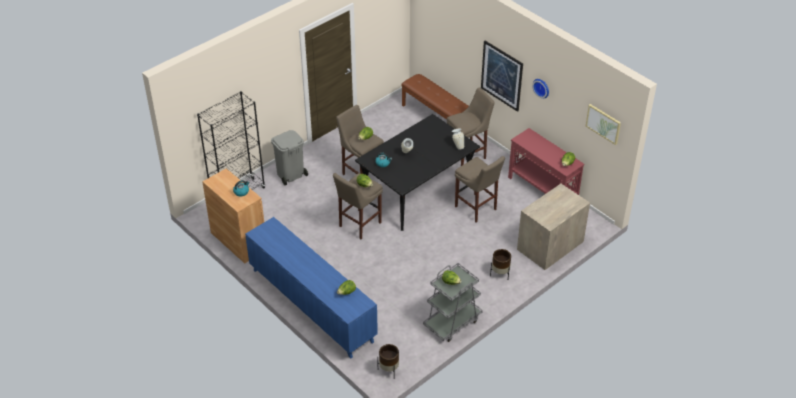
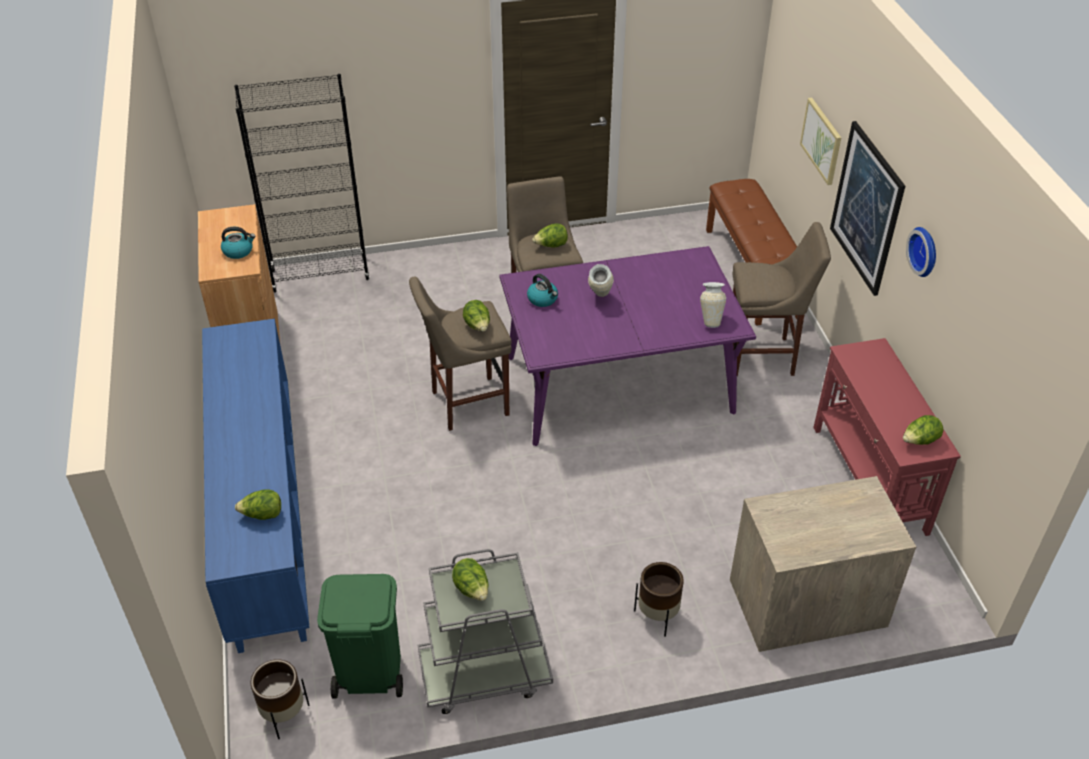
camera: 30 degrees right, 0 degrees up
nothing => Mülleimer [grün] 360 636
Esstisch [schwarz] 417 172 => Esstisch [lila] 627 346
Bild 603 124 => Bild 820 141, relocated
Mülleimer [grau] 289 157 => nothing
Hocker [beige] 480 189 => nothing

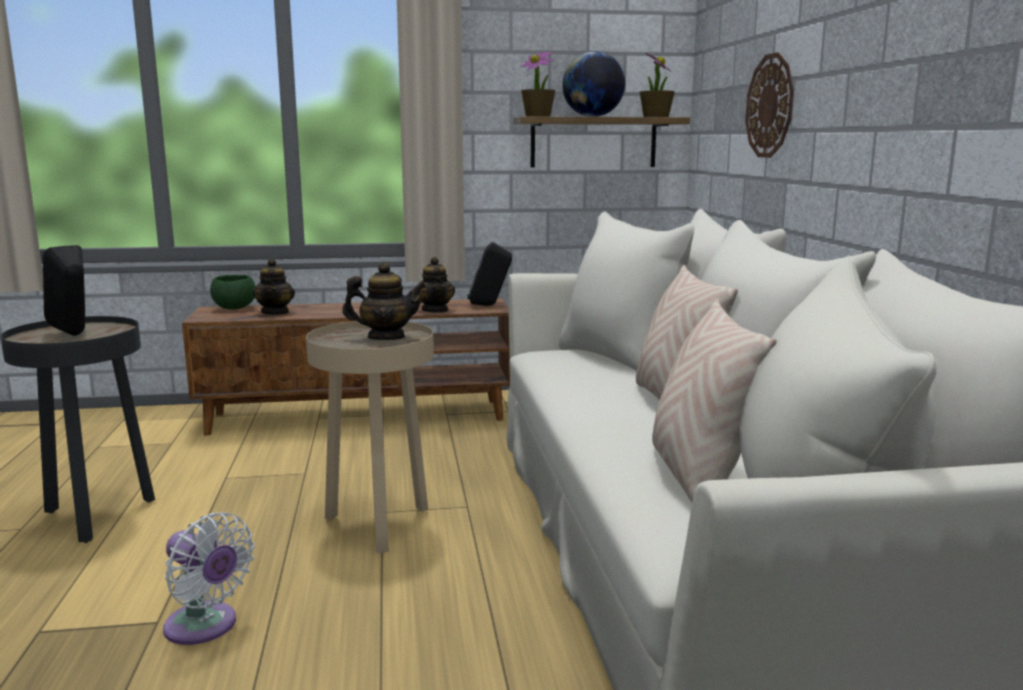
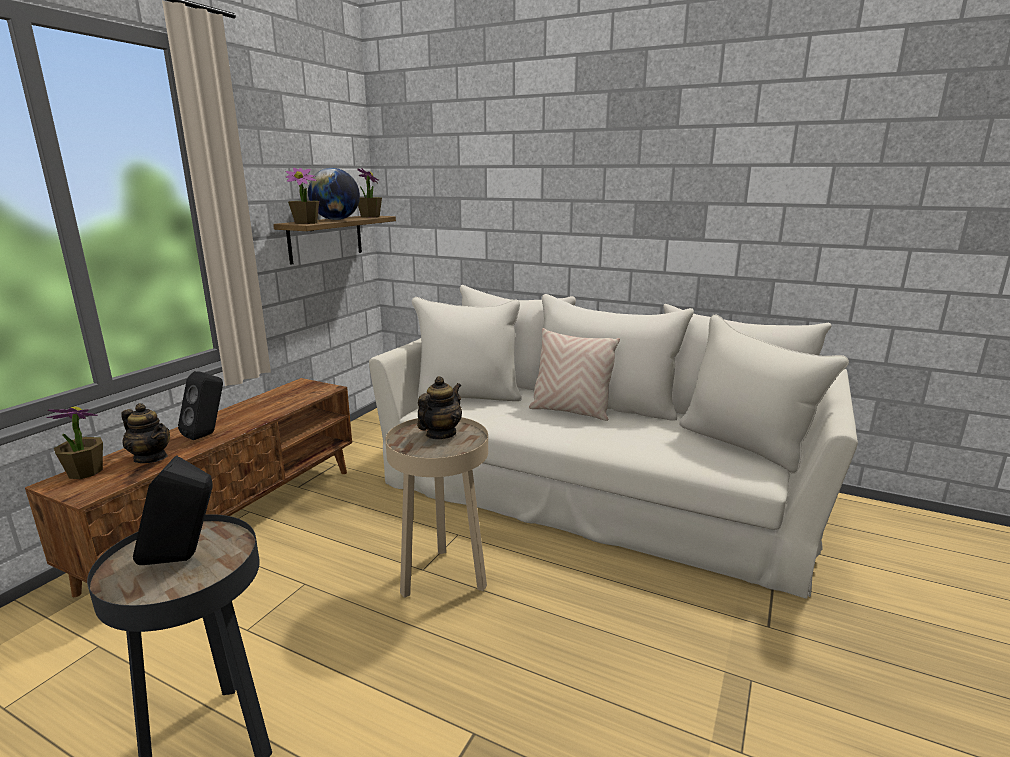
camera: 55 degrees left, 5 degrees up
Schüssel [grün] 233 292 => Topfpflanze 74 442
Lautsprecher [schwarz] 490 274 => Lautsprecher [schwarz] 200 405, relocated
Ventilator [weiß] 209 579 => nothing
Teekanne 436 285 => nothing
Kissen [beige] 714 400 => nothing
Wanduhr 769 105 => nothing

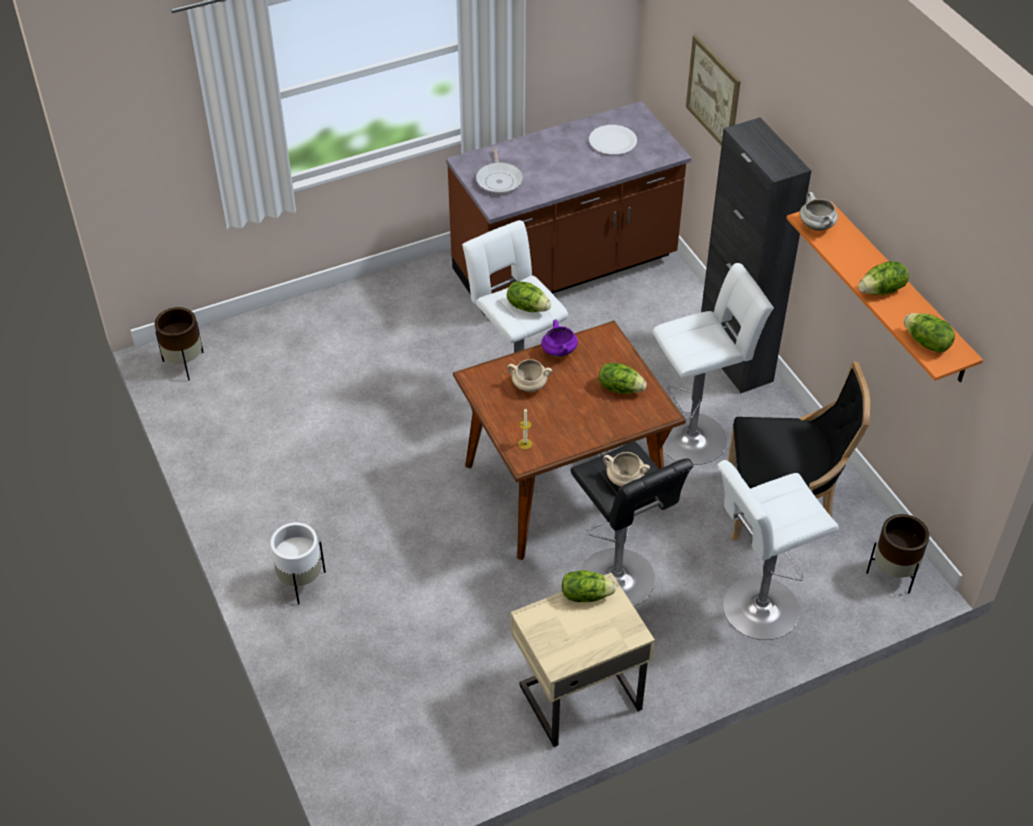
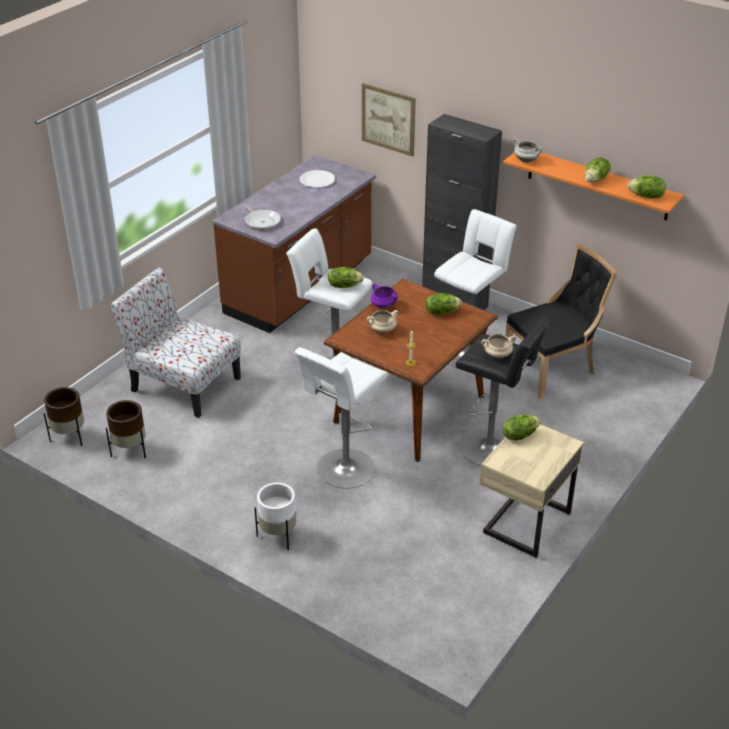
camera: 30 degrees left, 10 degrees down
Pflanzkübel [braun] 897 553 => Pflanzkübel [braun] 126 429, relocated
nothing => Stuhl 175 342
Hocker [weiß] 778 550 => Hocker [weiß] 341 417, relocated

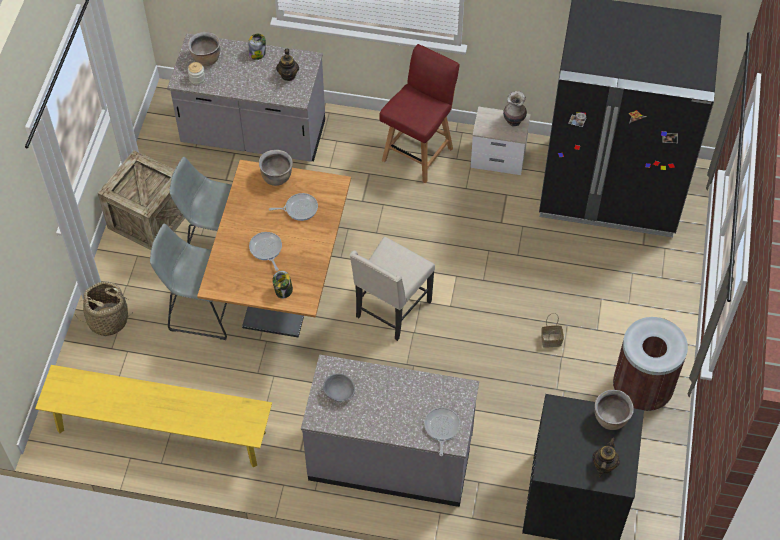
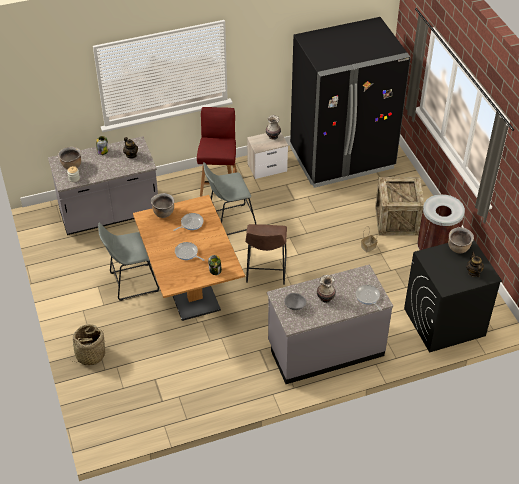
camera: 30 degrees left, 10 degrees down
Hocker [grau] 188 281 => Hocker [grau] 229 198, relocated
Stuhl [beige] 392 289 => Hocker [braun] 266 254
nothing => Vase 326 289
Kiste 141 200 => Kiste 399 206, relocated
Bank [gelb] 153 416 => nothing

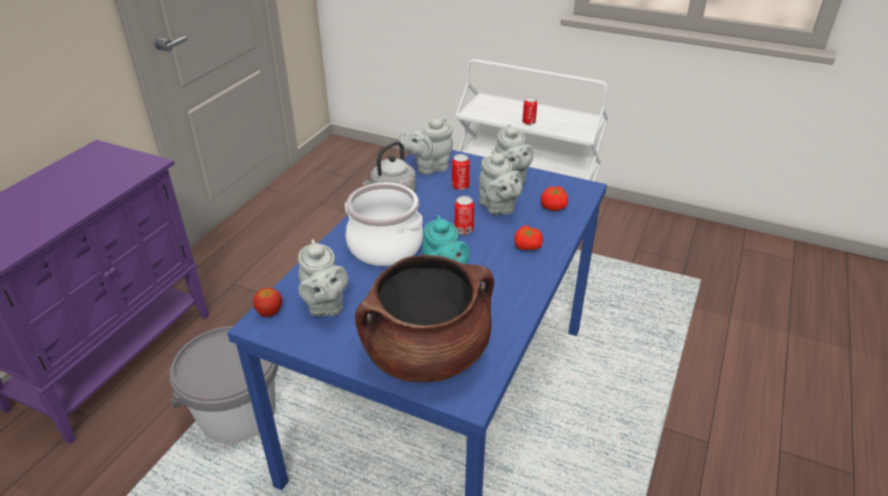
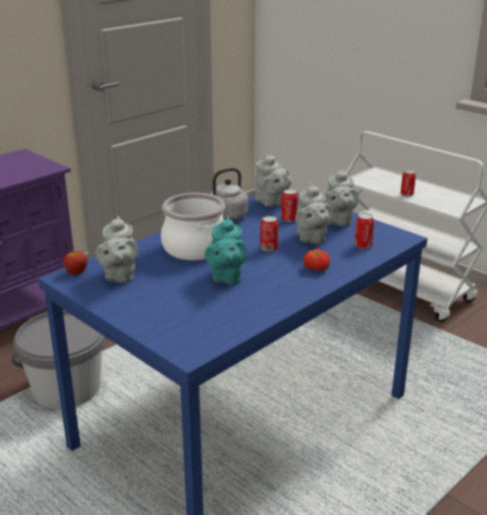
camera: 20 degrees right, 10 degrees down
Teekanne [grau] 426 146 => Teekanne [grau] 273 180, 120 degrees counterclockwise
Tomate 554 198 => Dose 364 231
Kochtopf [braun] 424 318 => nothing

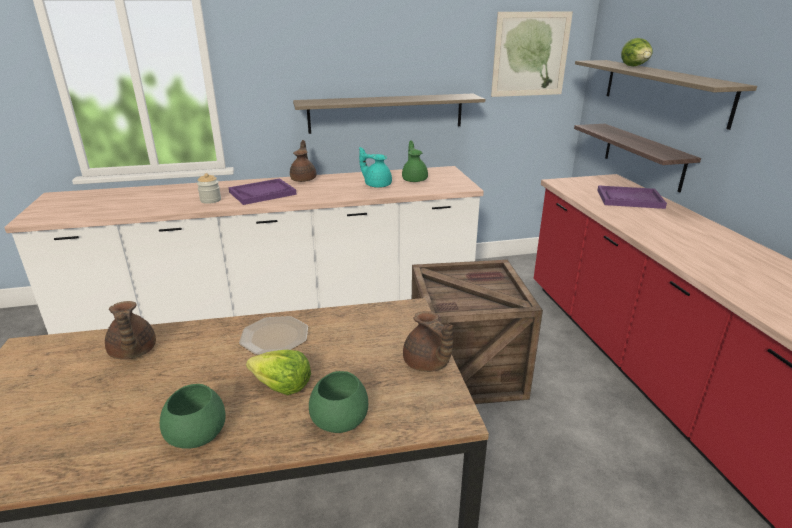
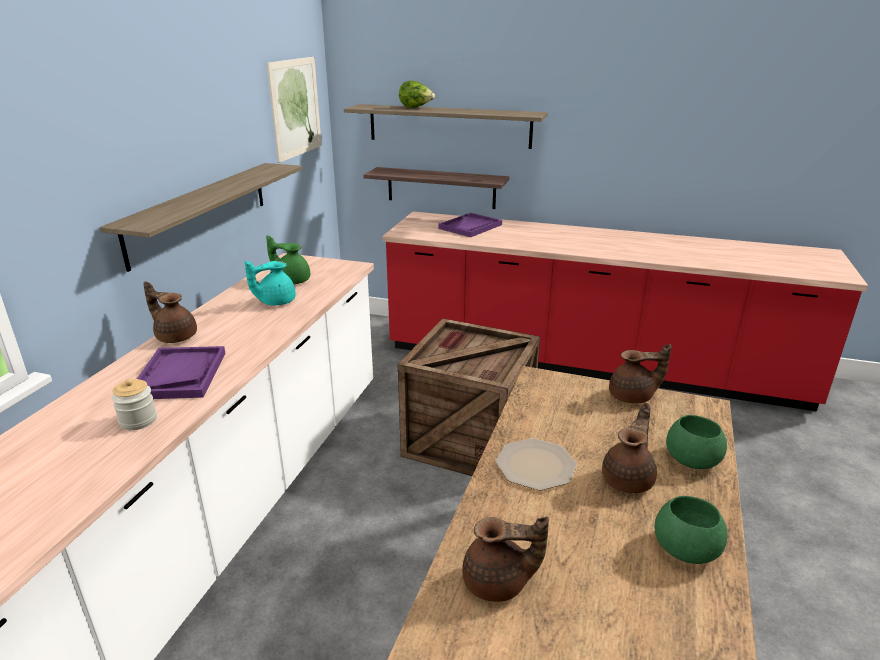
camera: 60 degrees left, 0 degrees up
Salatkopf 278 372 => Teekanne [braun] 629 447

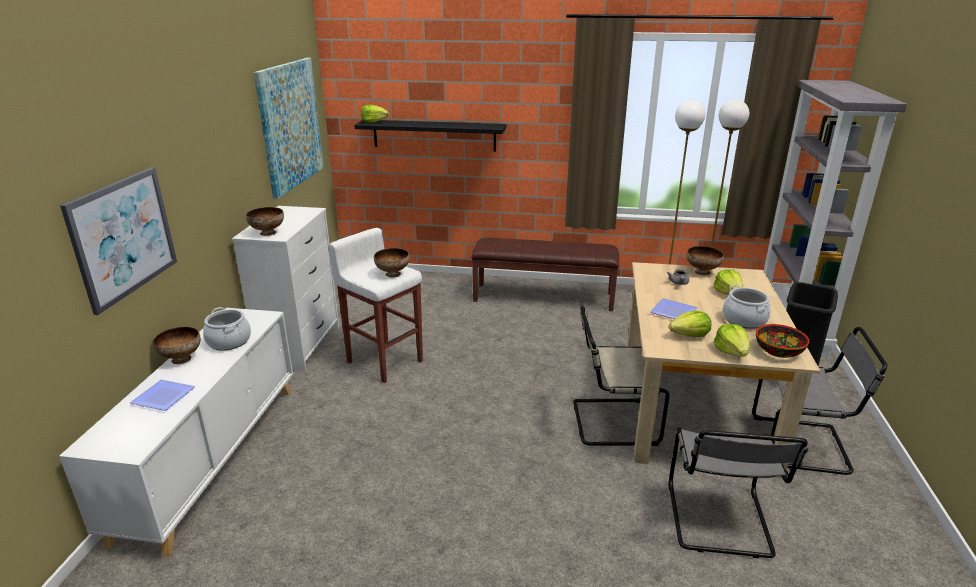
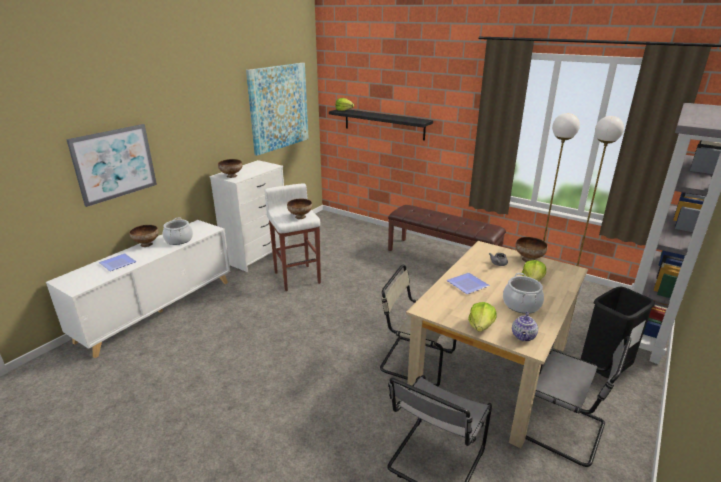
camera: 25 degrees right, 0 degrees up
Schüssel 782 341 => Teekanne 525 326
Salatkopf 690 324 => nothing

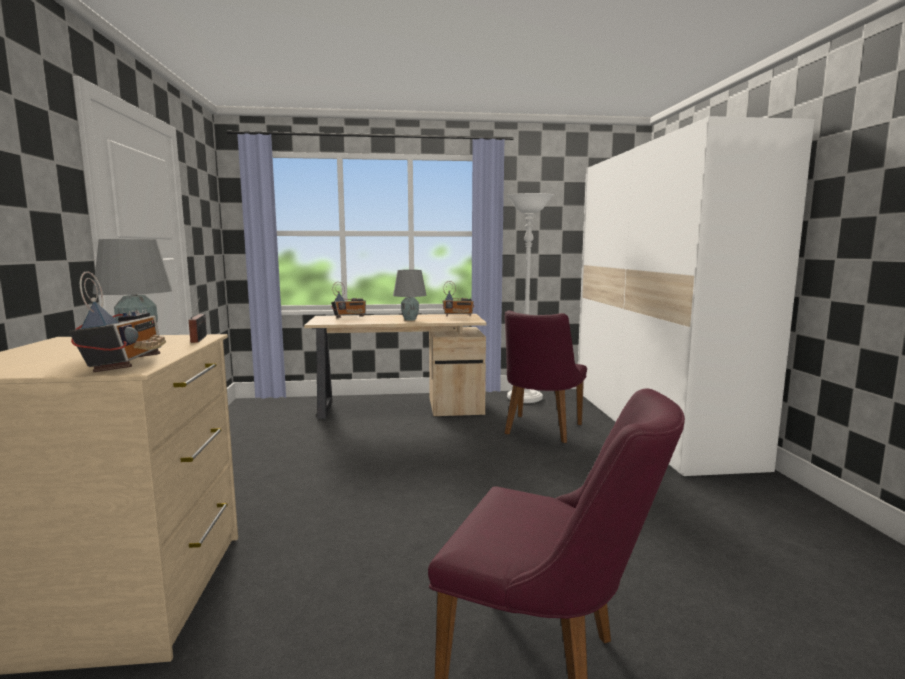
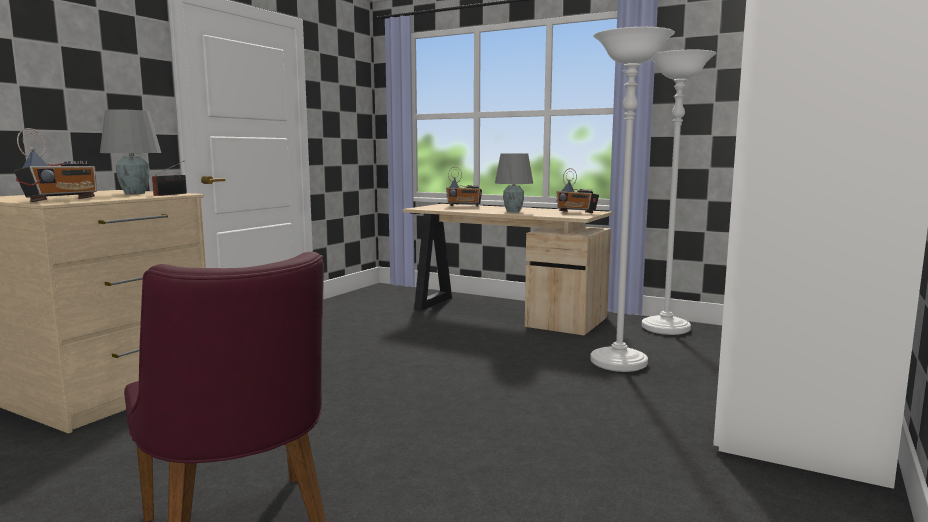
camera: 35 degrees right, 0 degrees up
Stuhl [lila] 546 376 => Stehlampe [weiß] 632 199

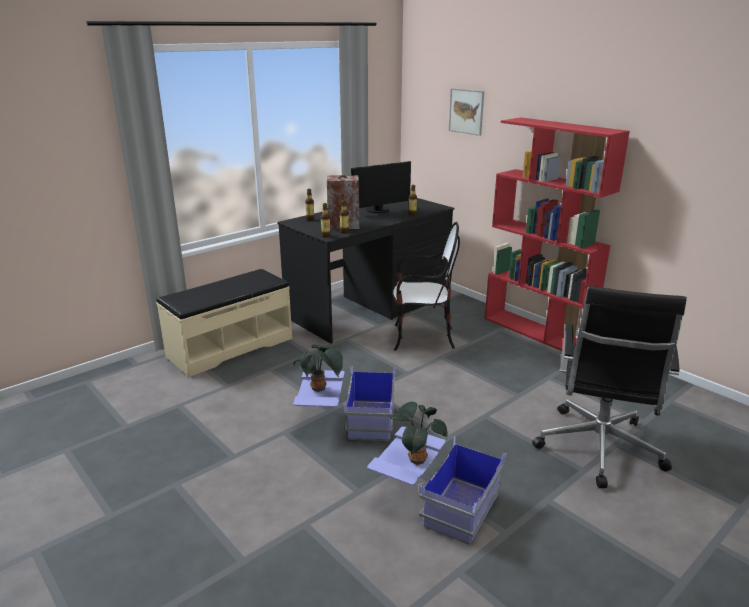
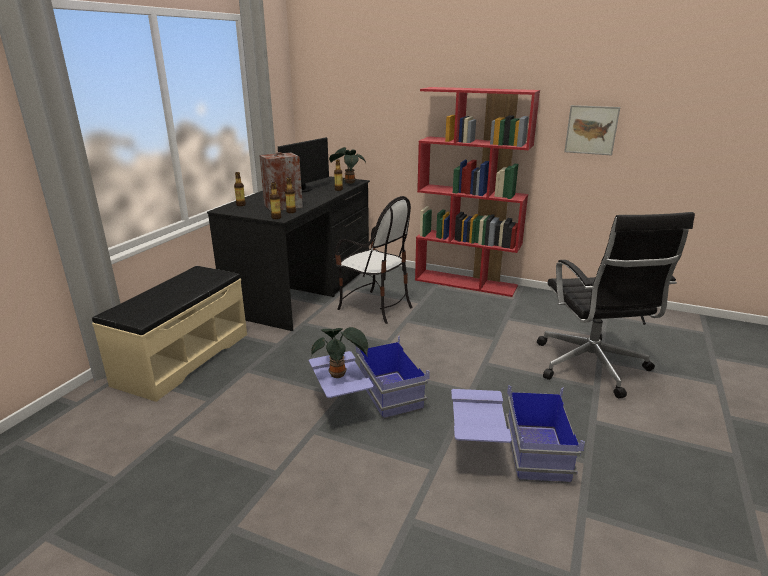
camera: 25 degrees left, 0 degrees up
Topfpflanze 418 434 => Topfpflanze 347 165, relocated
Stuhl 426 286 => Stuhl 374 260, 60 degrees clockwise
Bild 466 112 => Bild 592 130, relocated

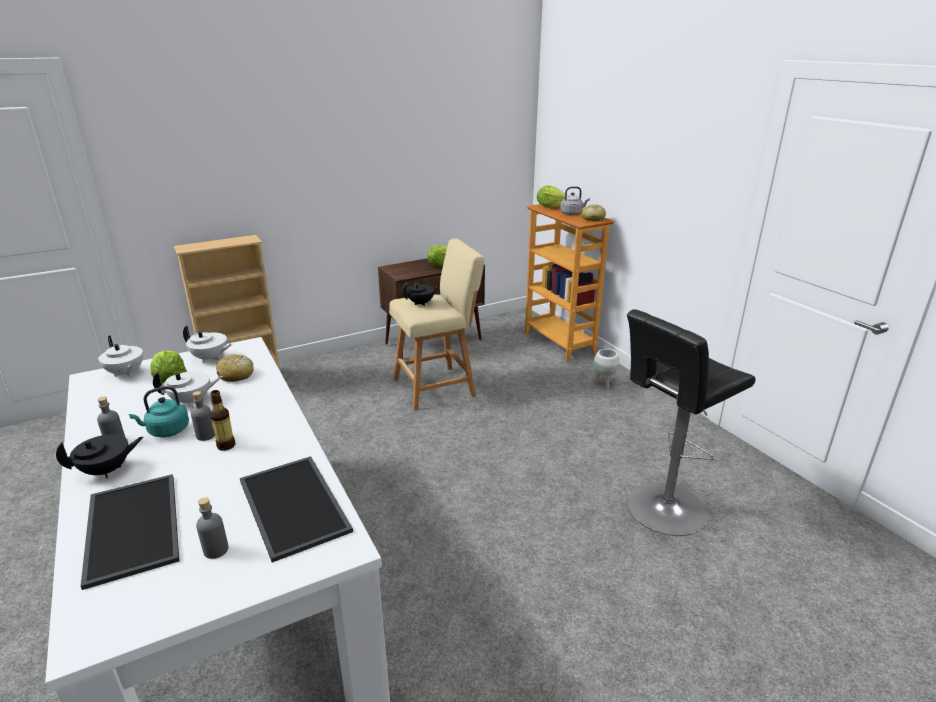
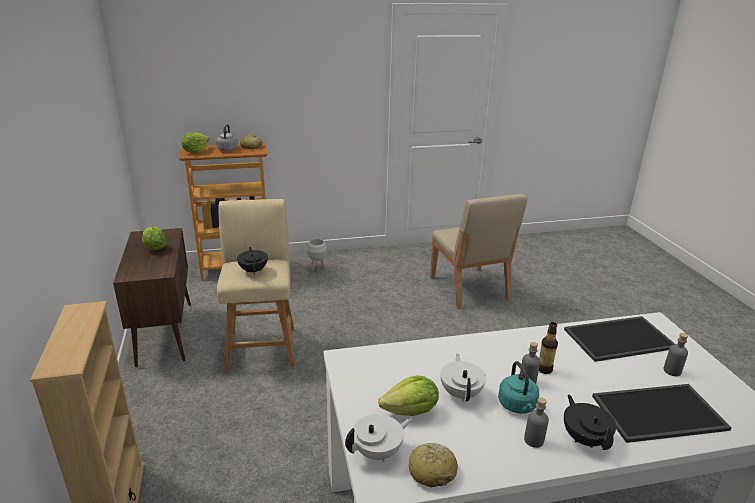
camera: 75 degrees left, 0 degrees up
Brot 235 368 => Brot 433 465, relocated
Hocker [schwarz] 691 422 => Stuhl [beige] 478 251
Teekanne [weiß] 207 344 => nothing

